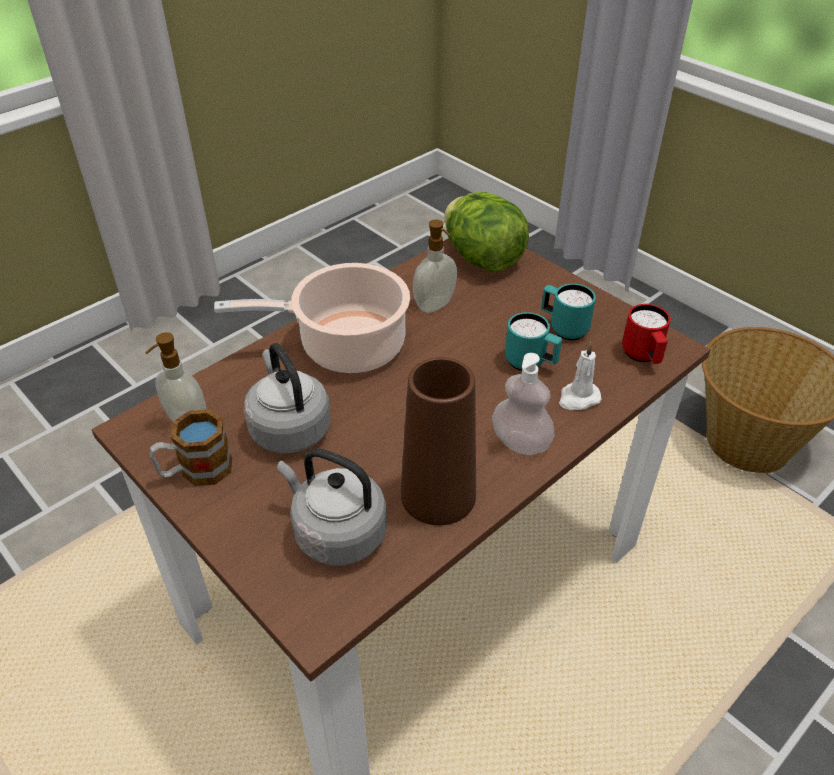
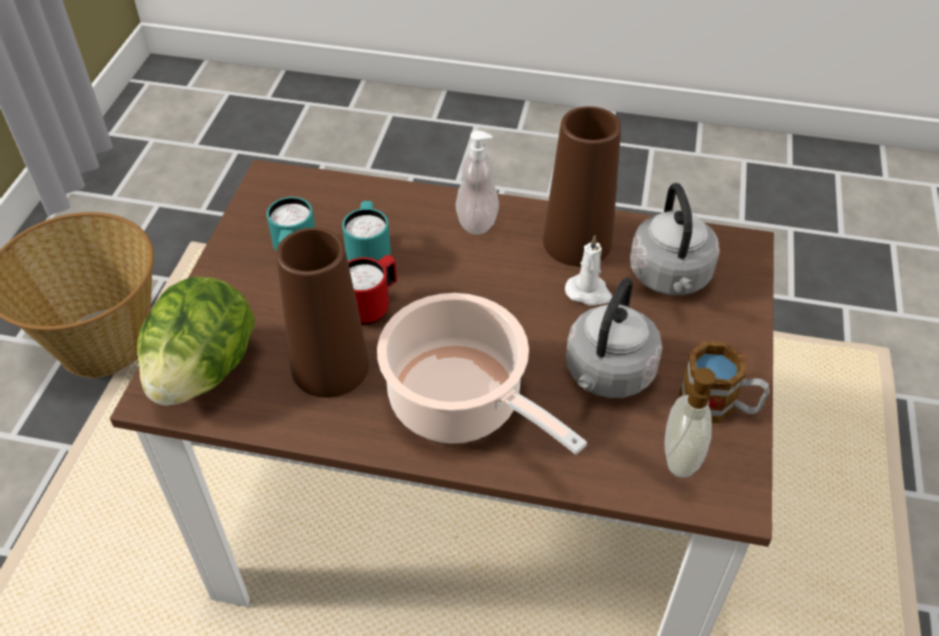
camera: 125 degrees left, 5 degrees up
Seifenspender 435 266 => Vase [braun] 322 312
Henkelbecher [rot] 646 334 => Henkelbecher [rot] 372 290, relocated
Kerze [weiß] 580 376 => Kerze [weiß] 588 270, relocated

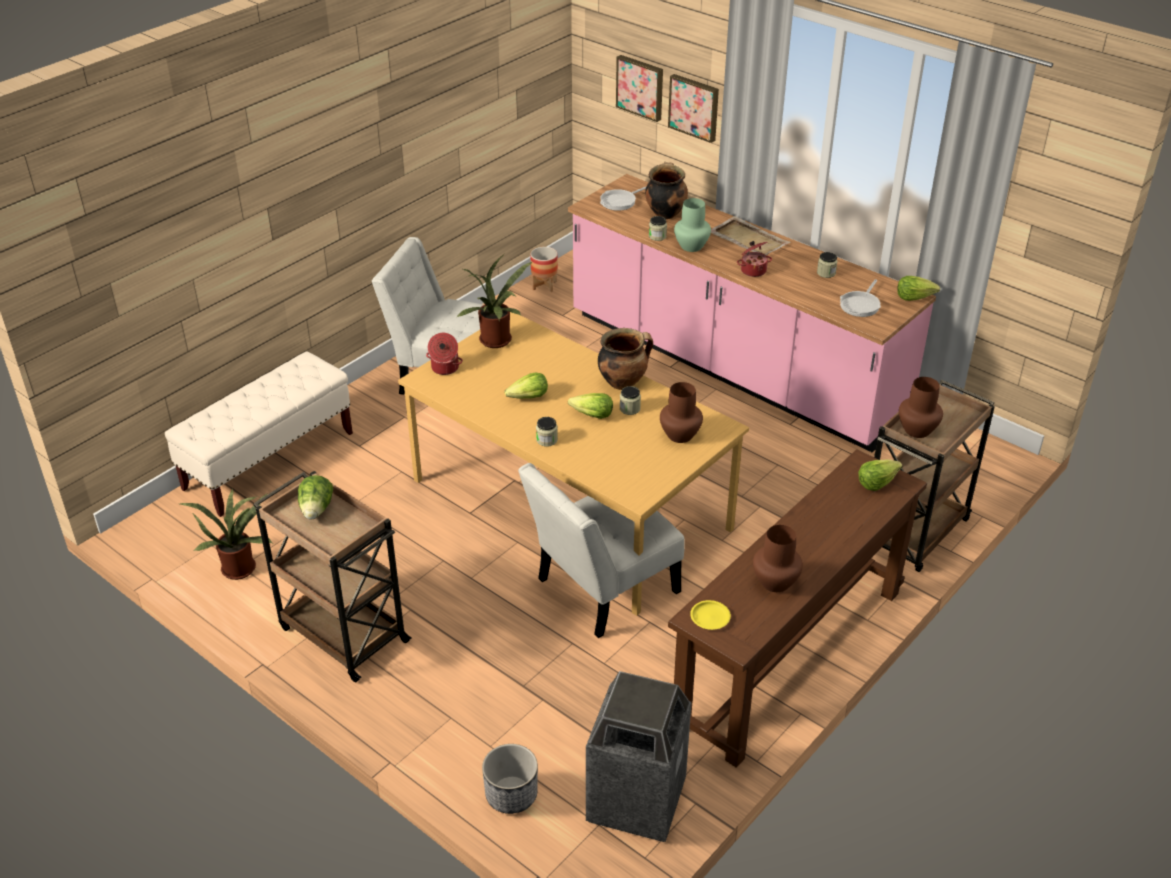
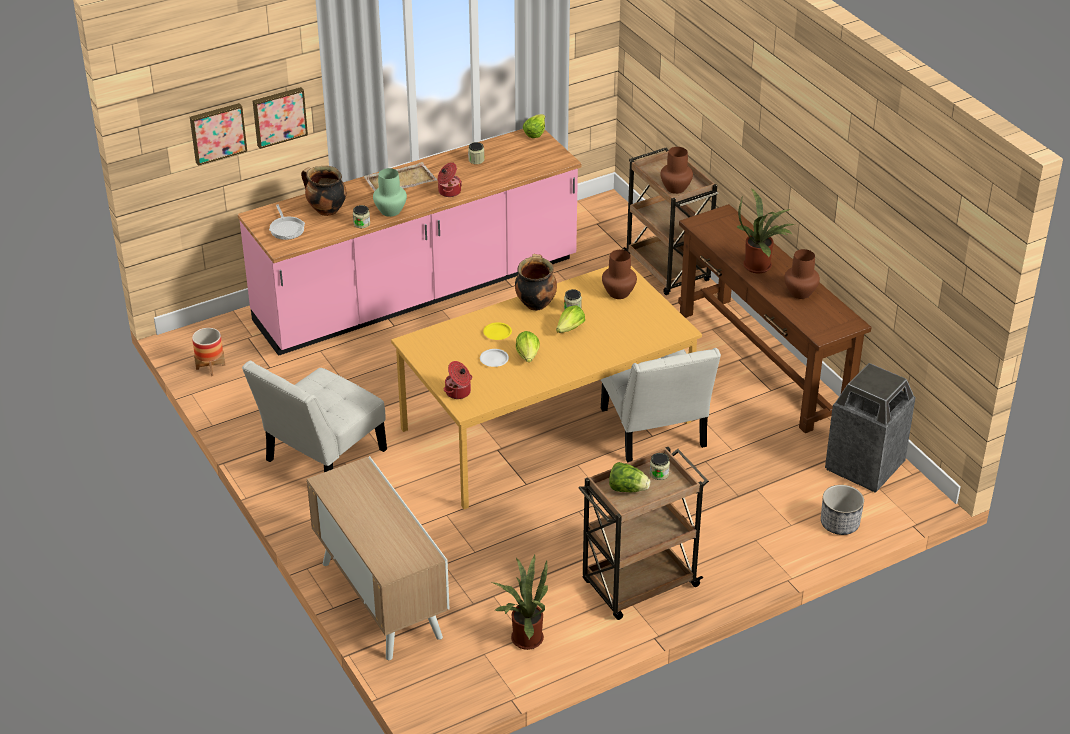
camera: 70 degrees left, 0 degrees up
Bank [beige] 259 434 => Schrank 378 558
nothing => Teller [weiß] 494 358
Teller [gelb] 710 615 => Teller [gelb] 497 331, relocated
Vorratsglas 547 432 => Vorratsglas 660 466, relocated
Topfpflanze 494 301 => Topfpflanze 766 230, relocated
Pfanne 860 298 => nothing
Salatkopf 880 475 => nothing

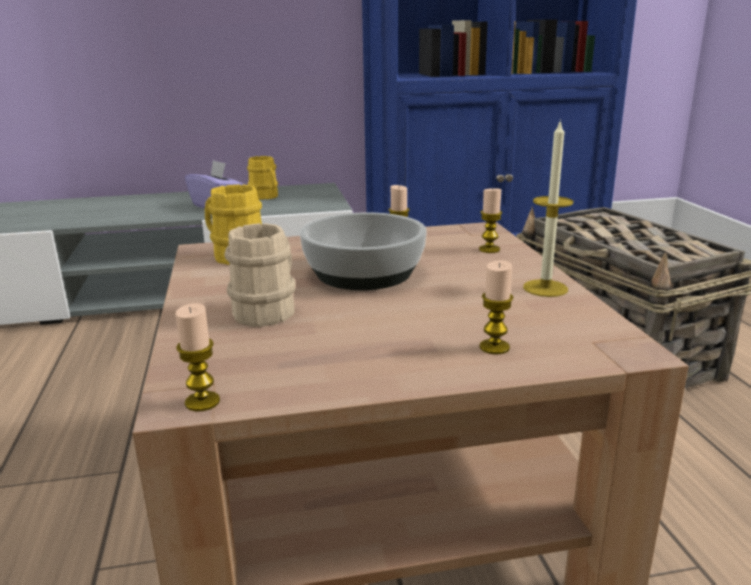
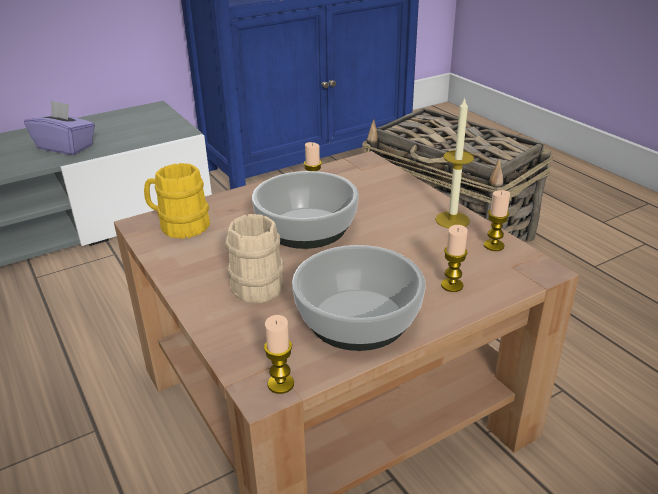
camera: 20 degrees left, 10 degrees up
nothing => Schüssel 359 298
Kerze 490 220 => Kerze 497 220, relocated
Henkelbecher [gelb] 262 178 => nothing

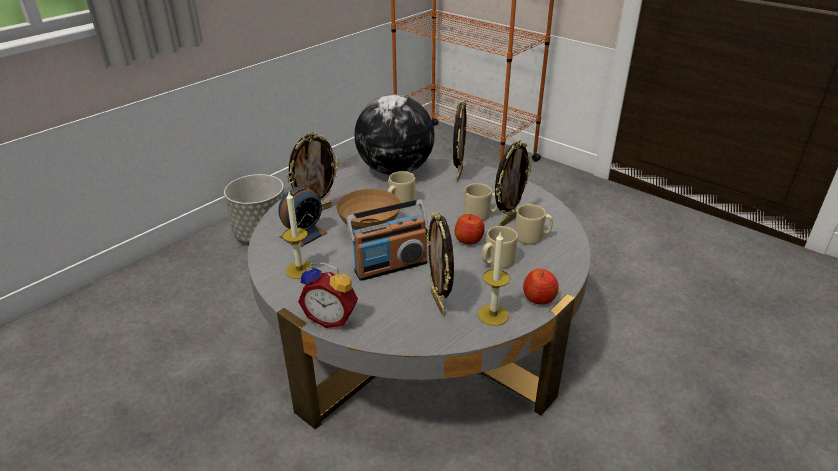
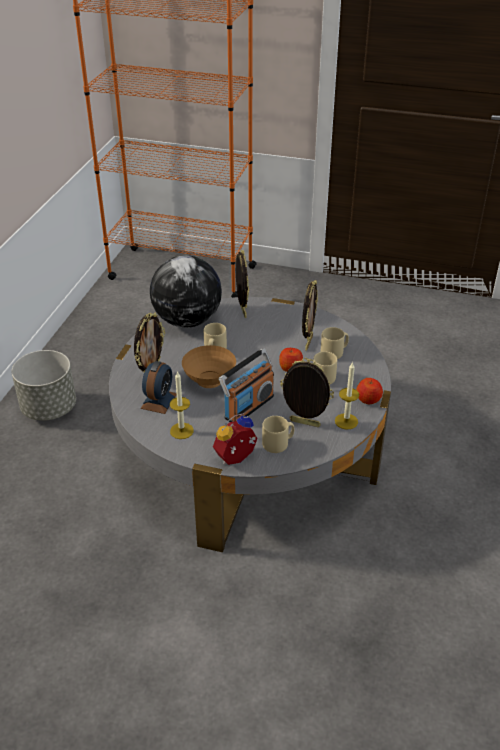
camera: 25 degrees left, 5 degrees up
Wecker 328 295 => Wecker 235 439, 150 degrees clockwise
Henkelbecher [beige] 481 202 => Henkelbecher [beige] 278 434, relocated
Bilderrahmen 440 263 => Bilderrahmen 307 392, 150 degrees clockwise

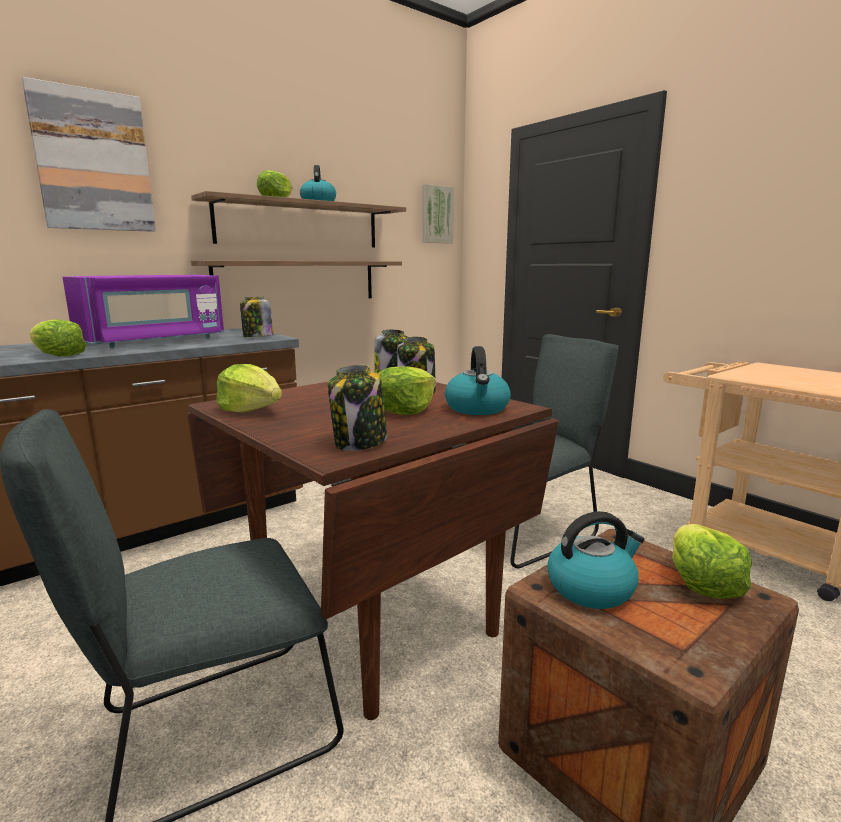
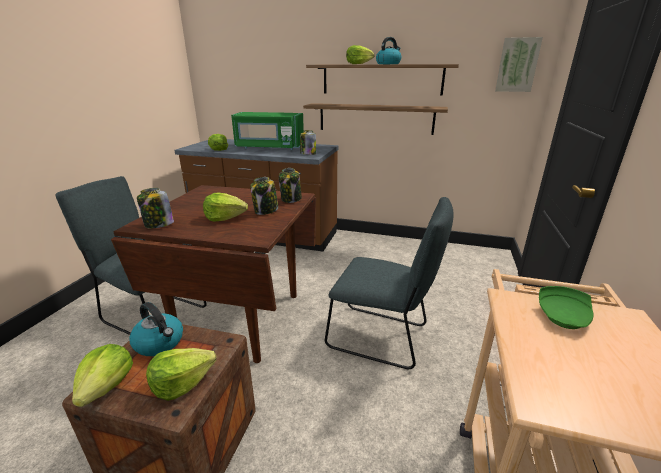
camera: 55 degrees right, 10 degrees up
Salatkopf 249 388 => Salatkopf 102 375, relocated
Mikrowelle [lila] 143 311 => Mikrowelle [grün] 267 131
nothing => Teller [grün] 566 307
Bild 89 154 => nothing
Wasserkessel 478 380 => nothing

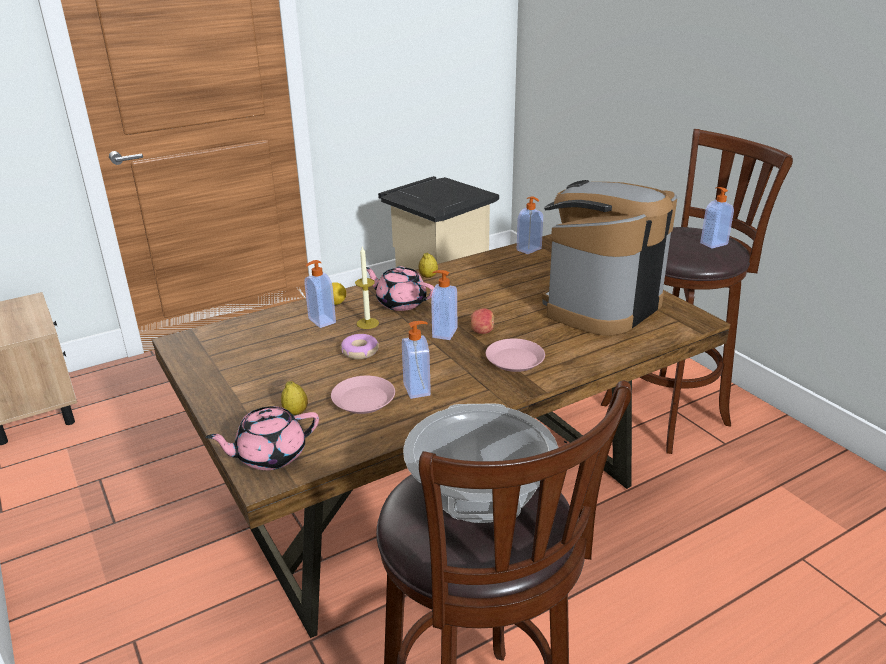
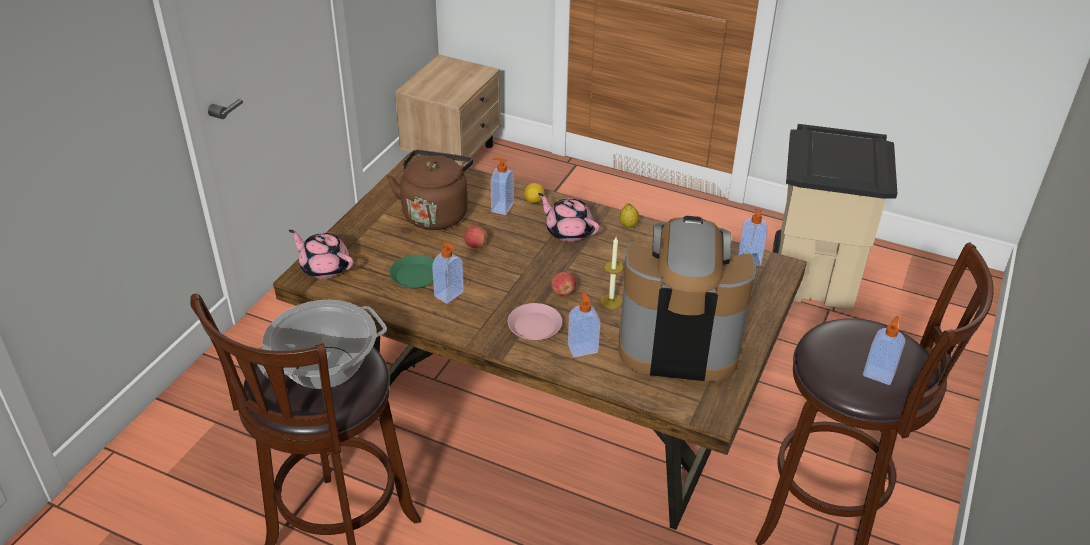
camera: 55 degrees right, 10 degrees up
nothing => Wasserkessel [braun] 430 190
Teller [rosa] 363 395 => Teller [grün] 411 272
Donut 360 346 => Apfel 475 237
Teekanne [rosa] 400 288 => Teekanne [rosa] 569 217, 45 degrees counterclockwise
Seifenspender 444 305 => Seifenspender 584 324, relocated
Kerze 367 287 => Kerze 611 273, relocated
Zitrone 294 398 => nothing

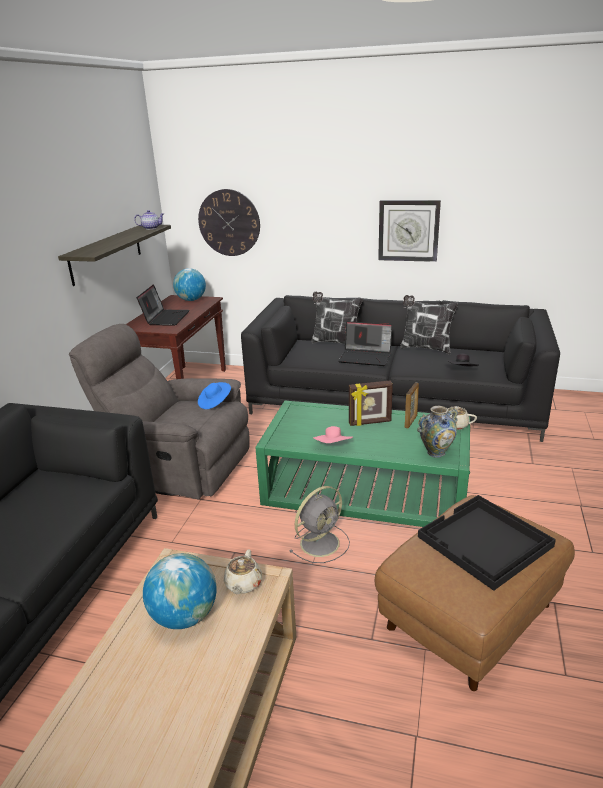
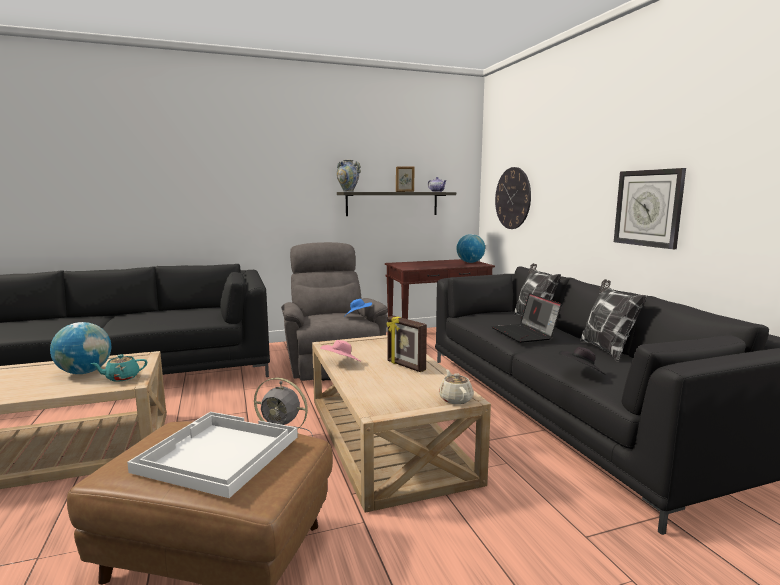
camera: 55 degrees right, 15 degrees down
Teekanne [beige] 243 571 => Teekanne [türkis] 118 368
Tablett [schwarz] 487 543 => Tablett [weiß] 212 455
Couchtisch [grün] 362 464 => Couchtisch [beige] 401 424
Vase 437 432 => Vase 349 176, relocated
Bilderrahmen 412 405 => Bilderrahmen 405 179, relocated
Laptop 163 304 => nothing

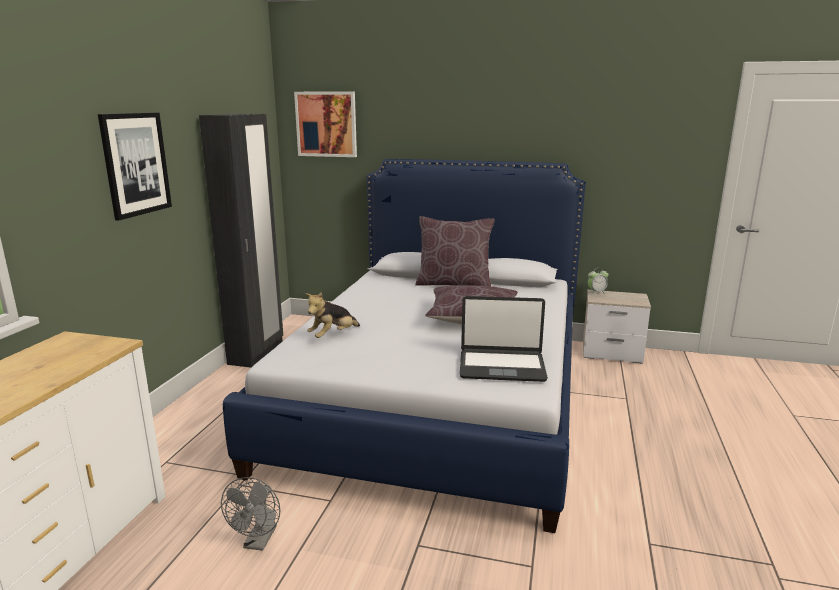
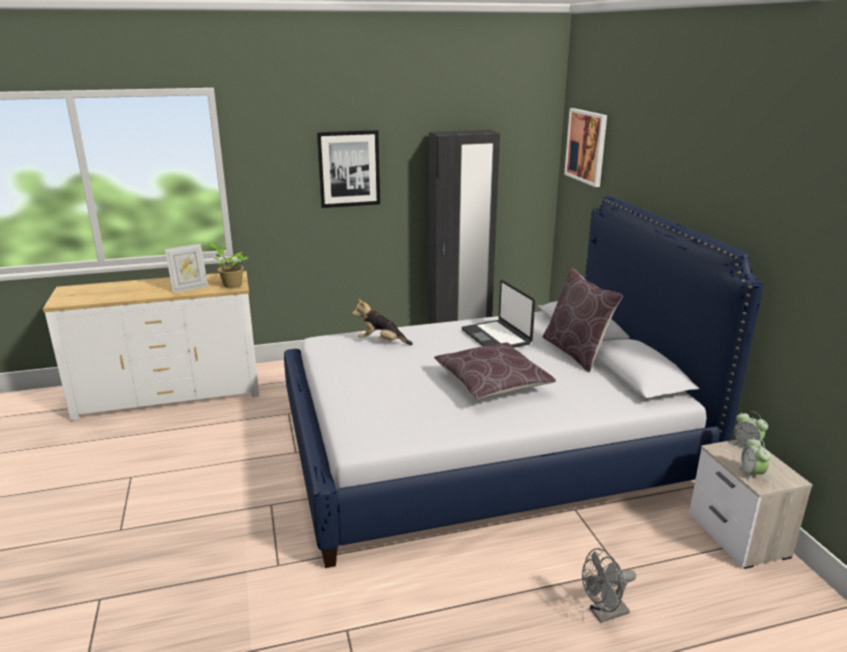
camera: 60 degrees right, 5 degrees up
nothing => Bilderrahmen 186 268
nothing => Topfpflanze 229 265
Laptop 504 339 => Laptop 498 314, relocated
Ventilator [grau] 251 514 => Ventilator [grau] 609 585, relocated
nothing => Wecker 754 460

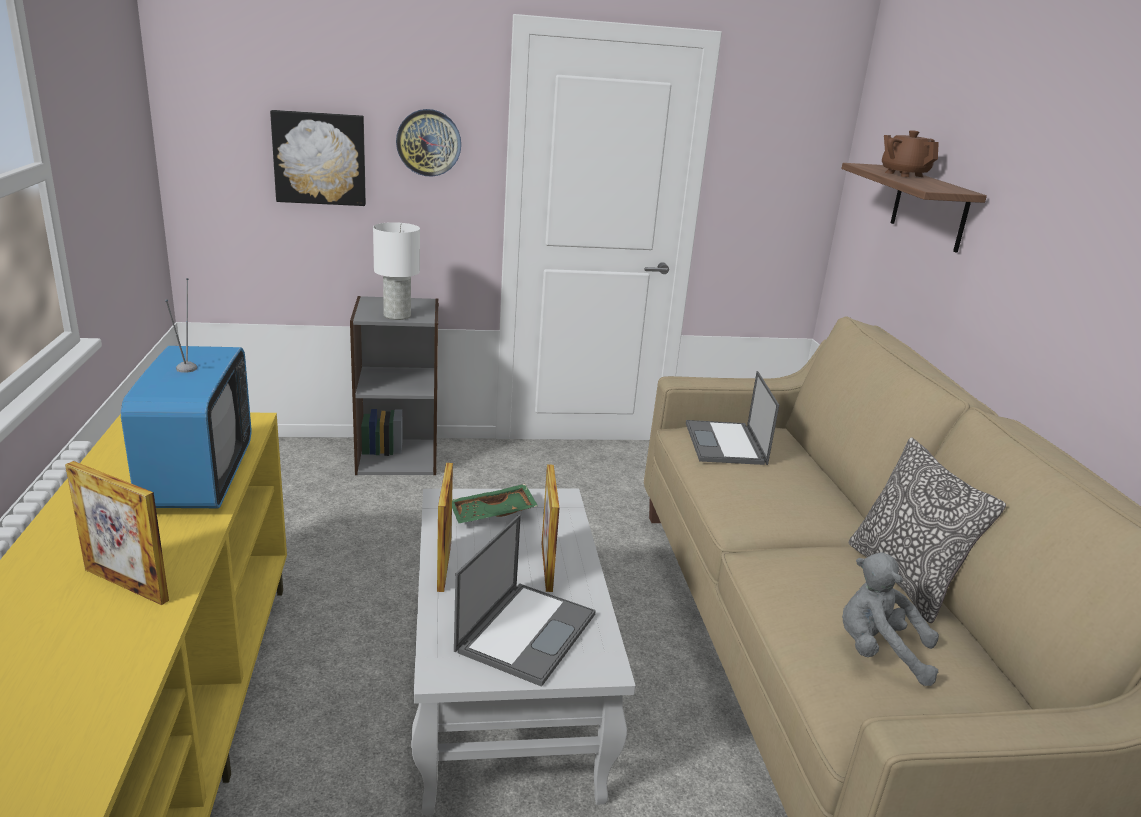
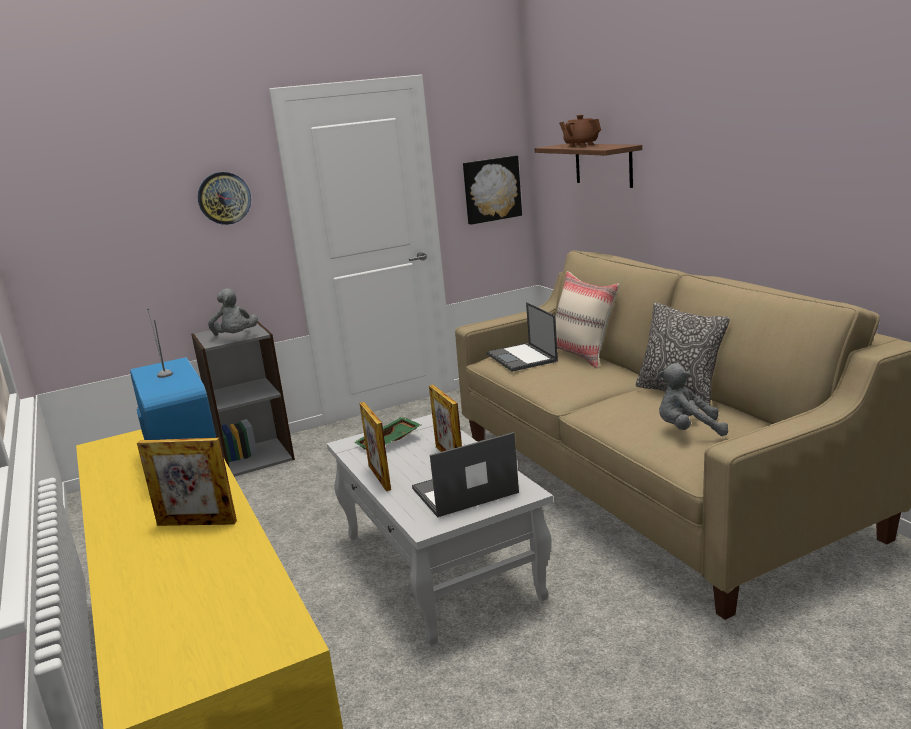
camera: 15 degrees left, 5 degrees down
Tischlampe [weiß] 396 271 => Plüschtier [grau] 233 312
Laptop 525 601 => Laptop 465 475, 120 degrees counterclockwise
Bild 318 158 => Bild 492 190, relocated
nothing => Kissen [beige] 587 319

